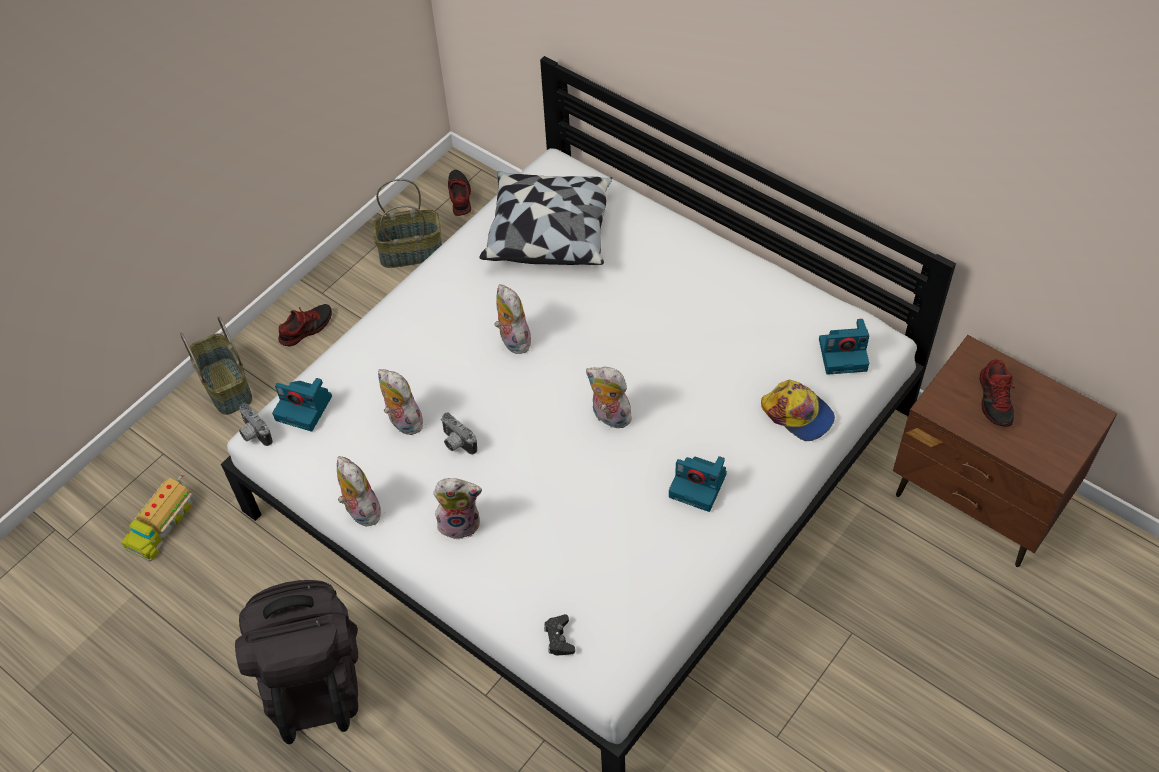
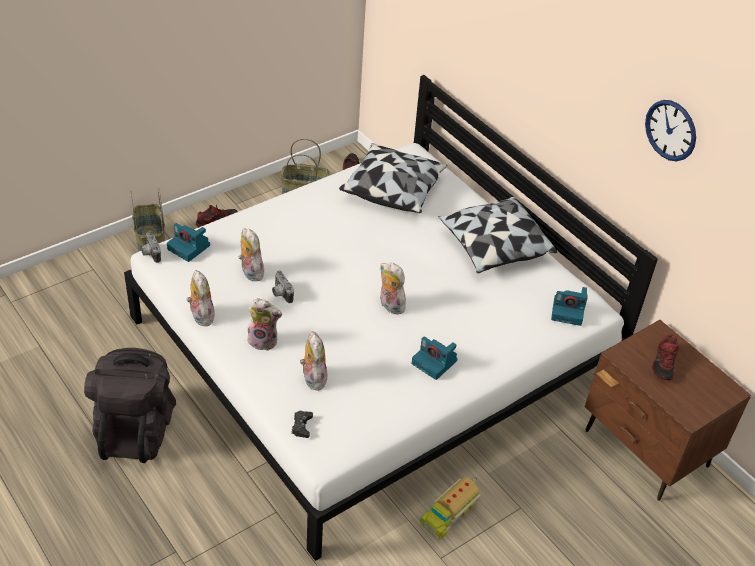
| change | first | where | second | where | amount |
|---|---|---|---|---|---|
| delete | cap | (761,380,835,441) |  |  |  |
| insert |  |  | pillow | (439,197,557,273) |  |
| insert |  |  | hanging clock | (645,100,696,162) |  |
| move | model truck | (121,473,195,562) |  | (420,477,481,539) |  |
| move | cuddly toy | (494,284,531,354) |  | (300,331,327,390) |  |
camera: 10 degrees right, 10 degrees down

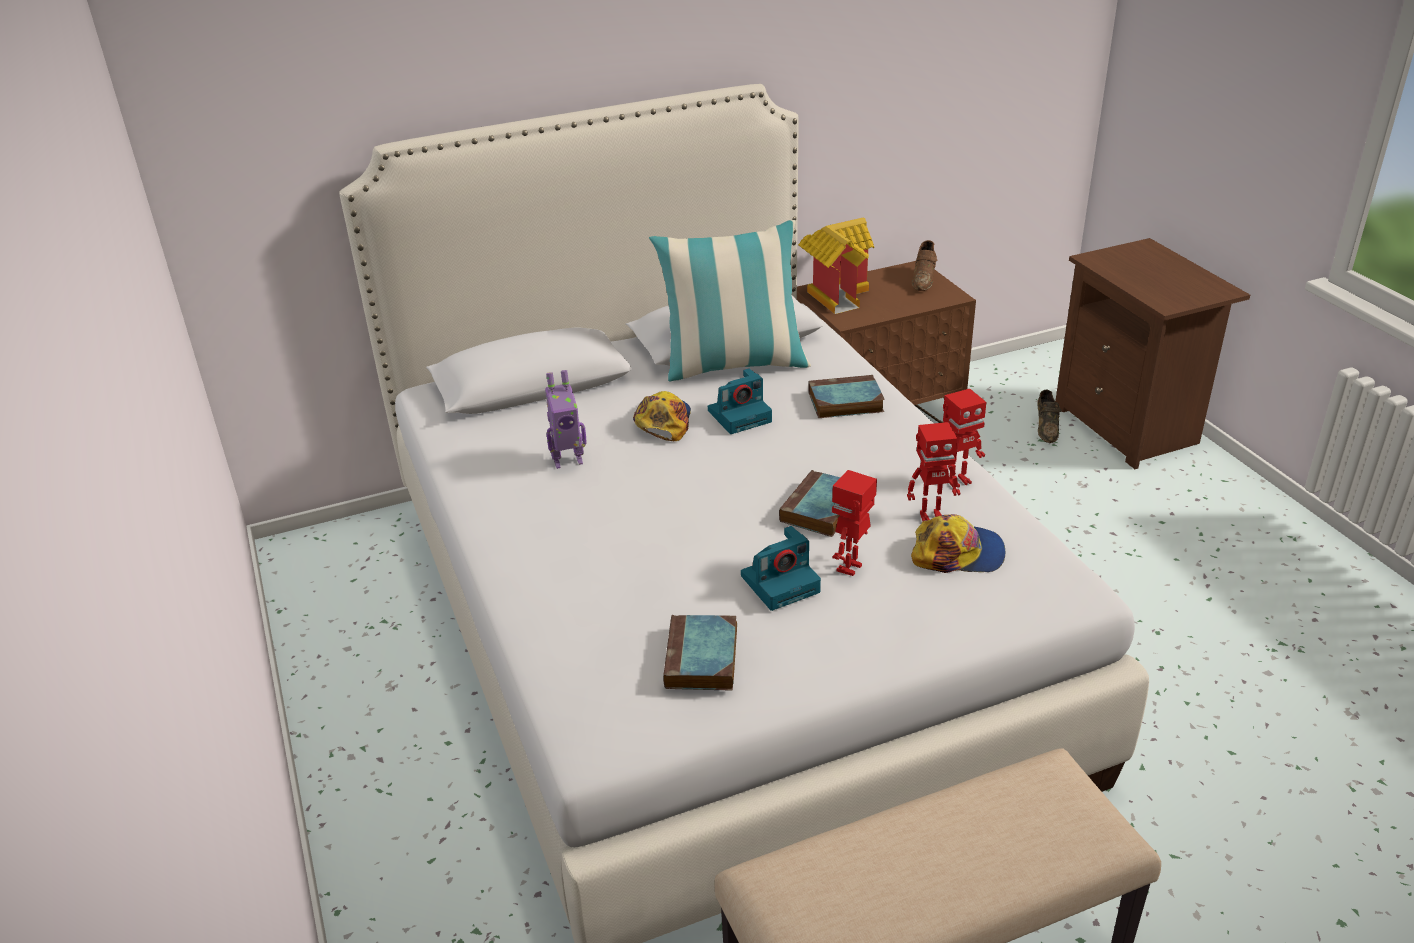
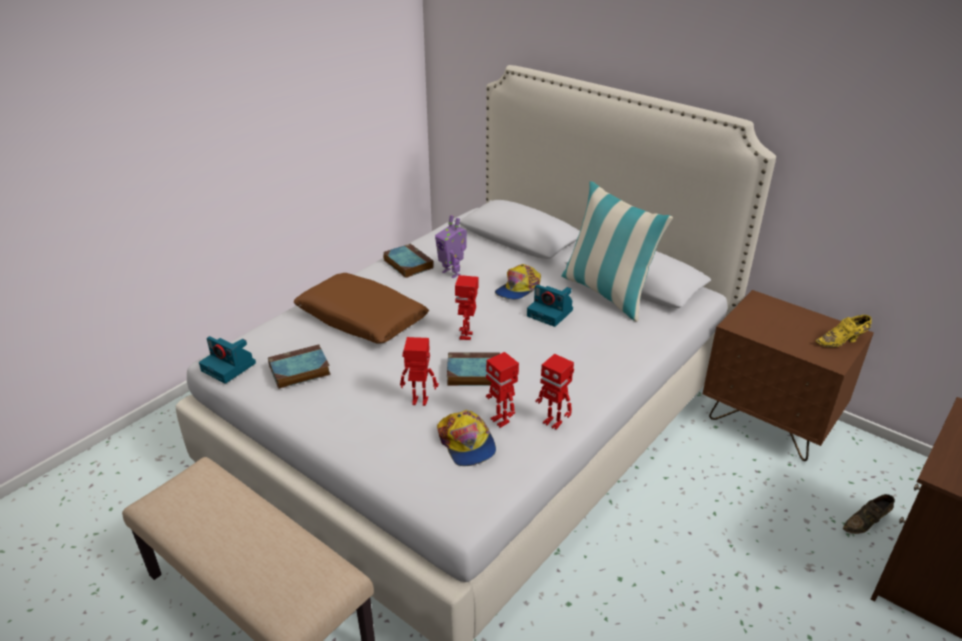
| change | first | where | second | where | amount |
|---|---|---|---|---|---|
| delete | toy house | (798,217,874,314) |  |  |  |
| insert |  |  | pillow (brown) | (294,273,429,343) |  |
| insert |  |  | robot figure | (455,275,478,340) |  |
| move | still camera | (741,526,821,611) |  | (199,336,256,384) |  |
| move | volume | (808,375,885,418) |  | (383,244,434,278) |  |
| recolor | shoe (brown) | (912,240,937,291) | shoe (yellow) | (815,315,872,348) |  |
| rotate | cap | (633,391,691,441) |  | (495,264,541,299) | 150 degrees clockwise |
camera: 60 degrees right, 0 degrees up

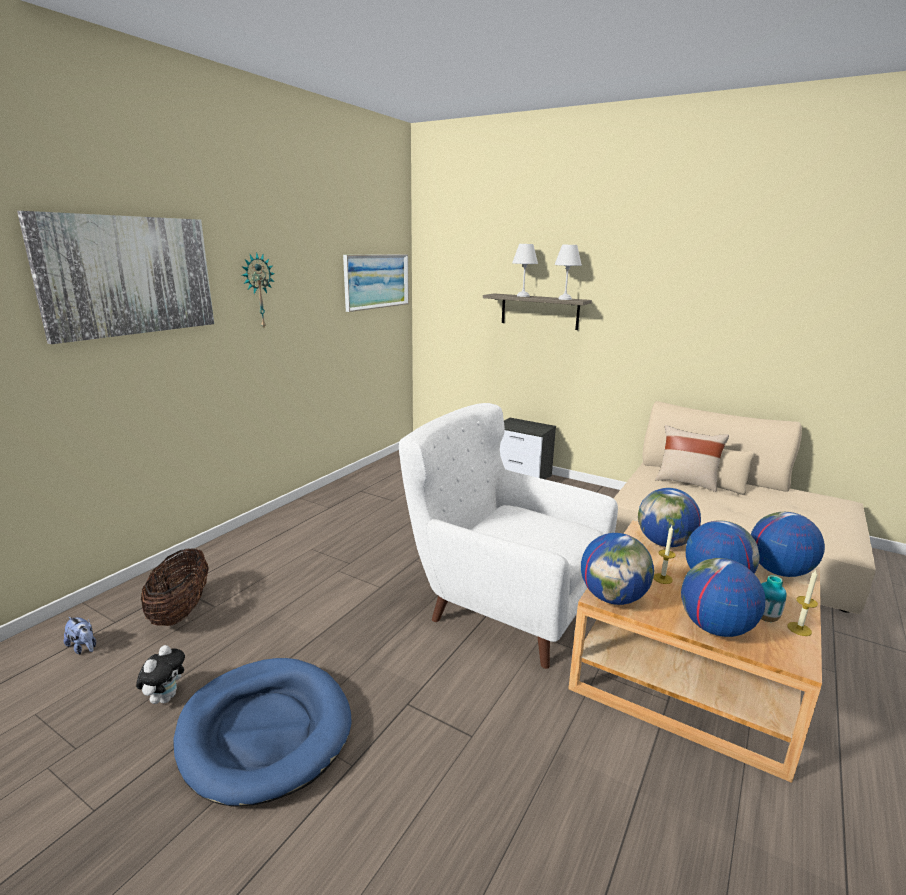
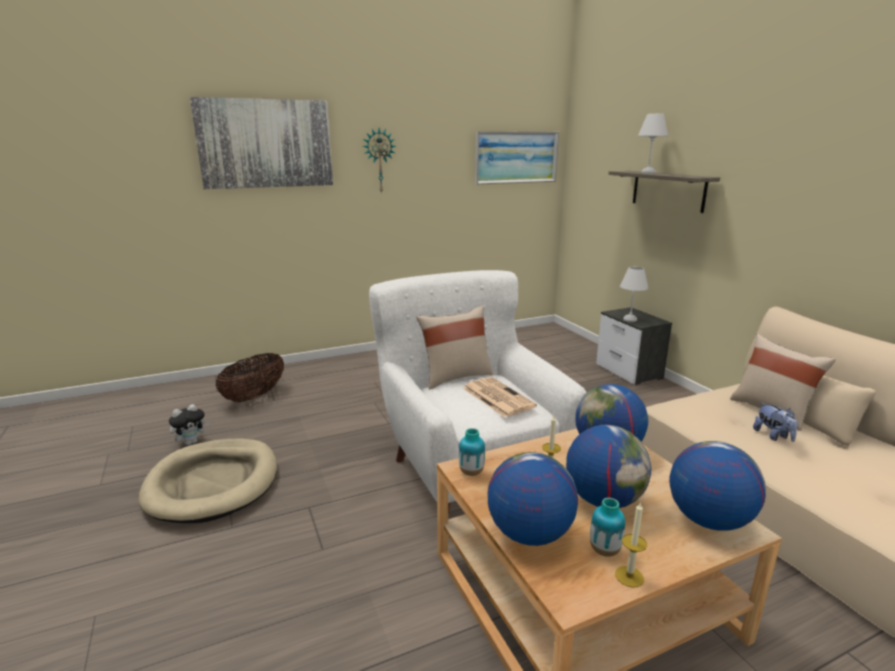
| change | first | where | second | where | amount |
|---|---|---|---|---|---|
| insert |  |  | pillow (sand-coloured) | (416,305,493,389) |  |
| insert |  |  | daily paper | (463,377,537,417) |  |
| move | cuddly toy | (64,617,96,654) |  | (753,403,798,442) |  |
| move | lamp for a table (white) | (554,245,582,300) |  | (620,267,649,322) |  |
| replace | desk globe | (581,533,654,605) | vase | (459,428,485,476) |  |
| recolor | dog bed (blue-coloured) | (173,658,352,807) | dog bed (sand-coloured) | (139,439,277,523) |  |
camera: 35 degrees right, 0 degrees up

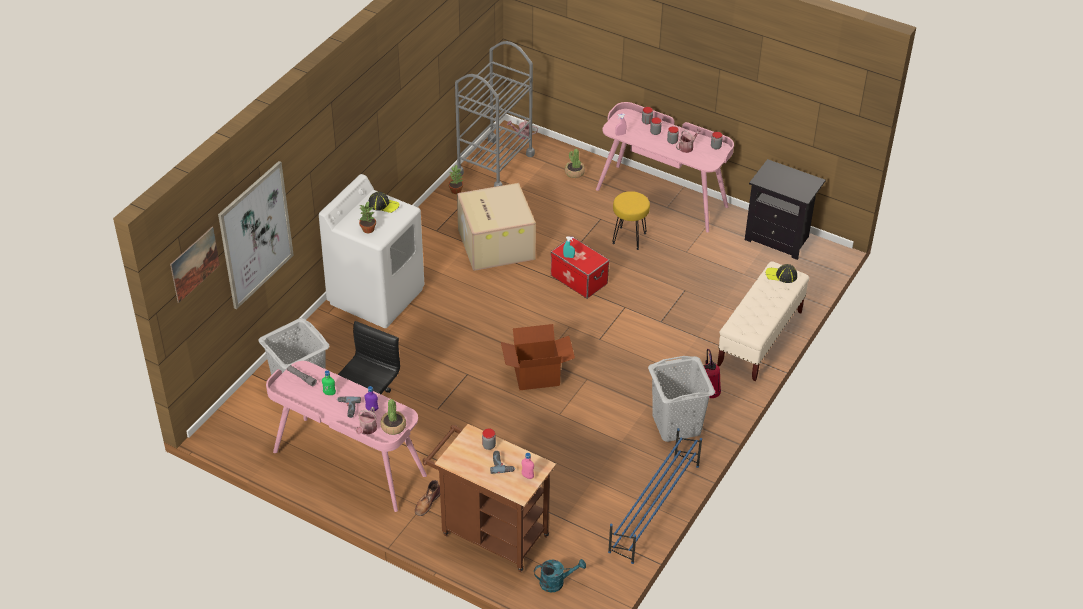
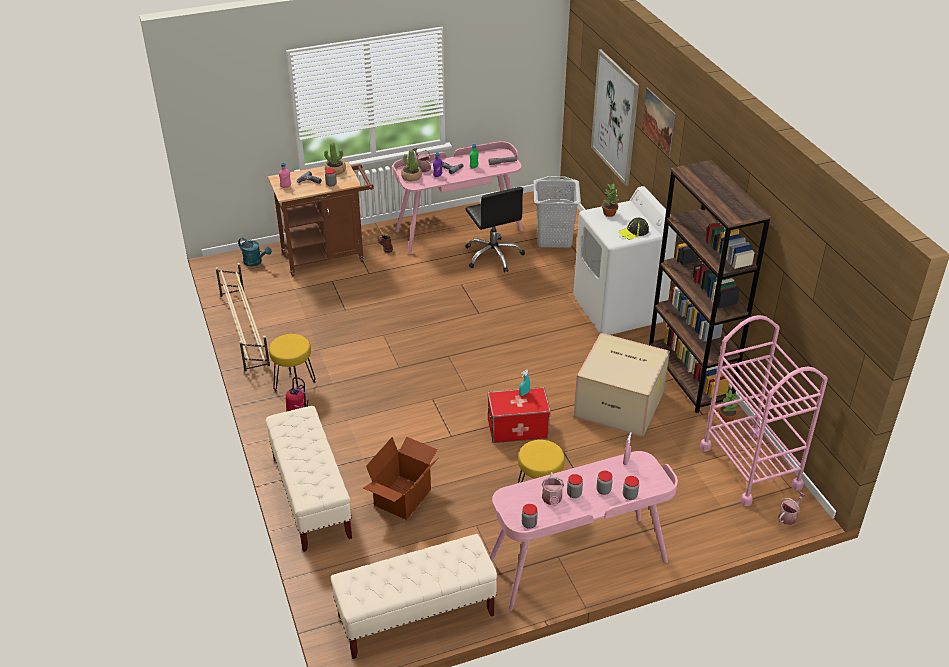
| change | first | where | second | where | amount |
|---|---|---|---|---|---|
| delete | cap | (766,264,797,283) |  |  |  |
| insert |  |  | bookcase (brown) | (649,160,771,413) |  |
| move | wall picture | (170,227,220,303) |  | (642,88,676,157) |  |
| move | packing box | (501,324,575,390) |  | (364,437,438,520) |  |
| move | potted plant | (565,149,585,178) |  | (324,143,346,175) |  |
| replace | laundry basket (greyish) | (648,356,715,442) | sitting stool (yellow) | (269,334,316,392) |  |
| replace | nightstand (blackish) | (745,159,826,260) | indoor bench (sand-coloured) | (331,534,497,659) |  |
| recolor | cart (greyish) | (455,41,535,187) | cart (pinkish) | (700,315,828,506) |  |
| recolor | shoe shelf (blue-coloured) | (608,428,702,564) | shoe shelf (sand-coloured) | (216,263,271,373) |  |
| rotate | watering can (blue-green) | (534,559,586,593) |  | (238,238,272,266) | 90 degrees counterclockwise |
camera: 130 degrees right, 5 degrees down

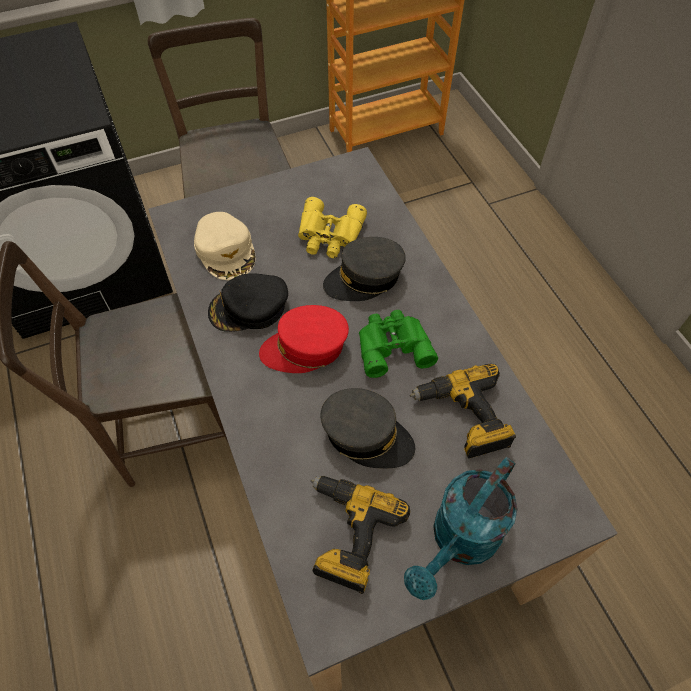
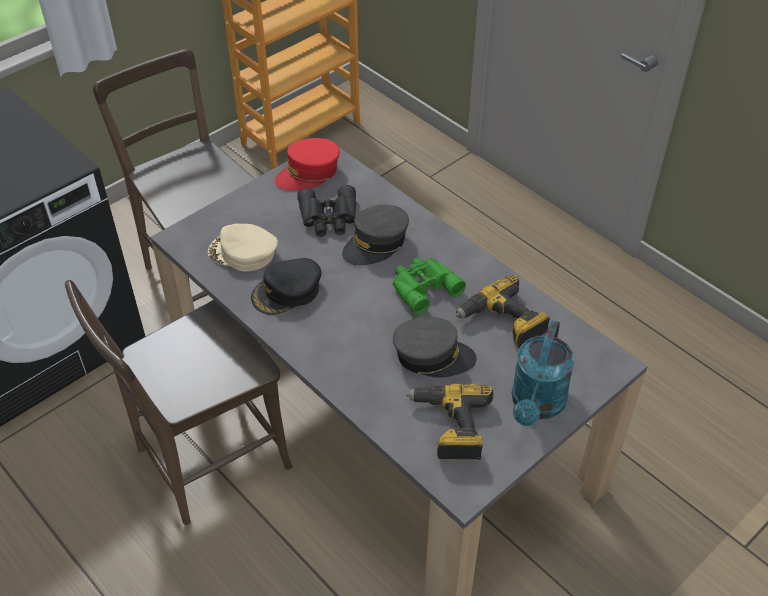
| change | first | where | second | where | amount |
|---|---|---|---|---|---|
| move | cap (red-coloured) | (259,305,349,373) |  | (275,138,340,191) |  |
| recolor | field glasses (yellow) | (298,197,367,258) | field glasses (blackish) | (297,185,357,237) |  |
| rotate | cap (sand-coloured) | (194,212,255,280) |  | (208,224,278,271) | 150 degrees clockwise |
camera: 20 degrees left, 10 degrees down

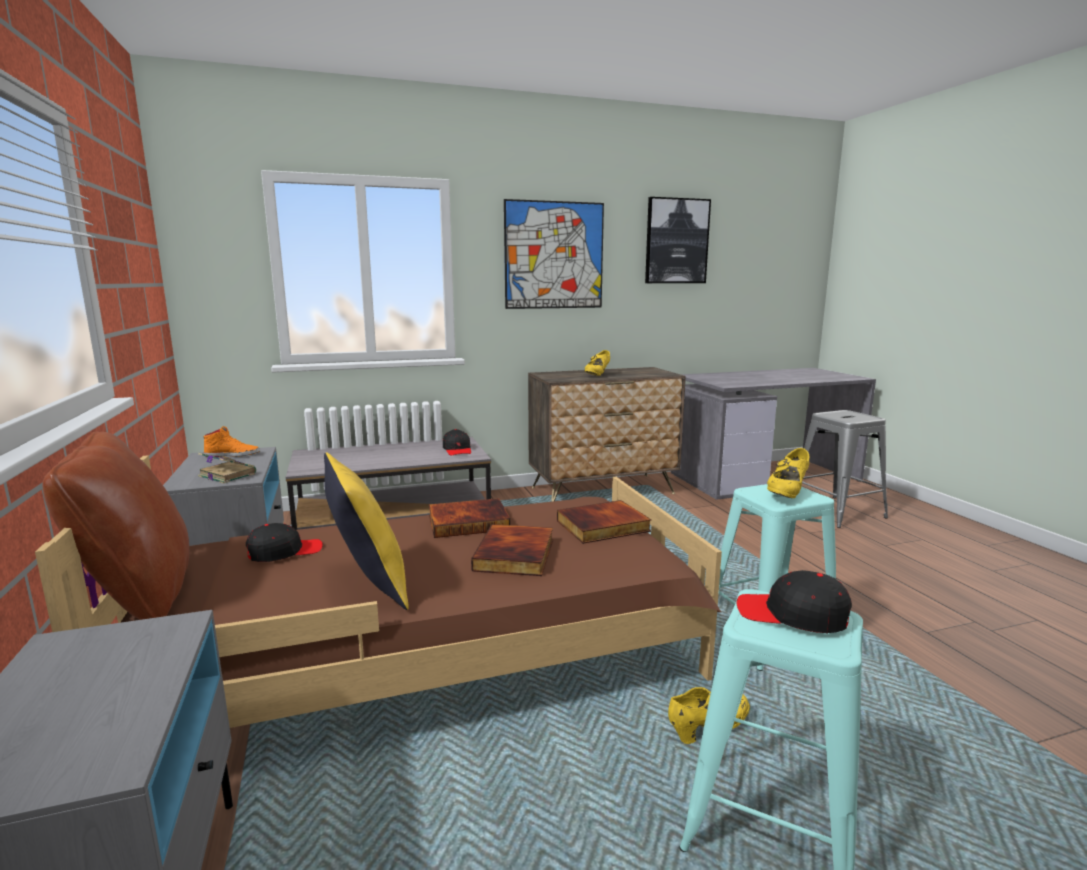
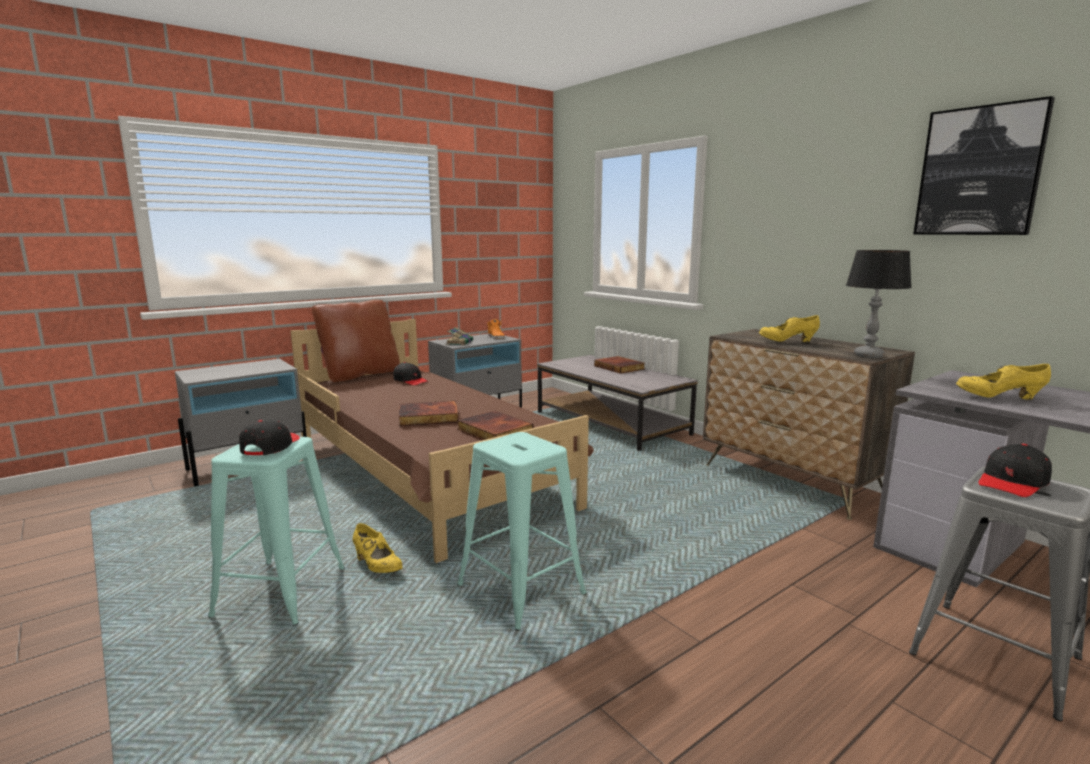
| change | first | where | second | where | amount |
|---|---|---|---|---|---|
| delete | pillow (yellow) | (324,452,409,610) |  |  |  |
| delete | wall picture | (504,199,604,309) |  |  |  |
| insert |  |  | lamp for a table | (846,250,912,358) |  |
| move | volume | (429,498,510,538) |  | (594,356,645,374) |  |
| move | cap (blackish) | (443,429,471,456) |  | (978,444,1052,497) |  |
| move | shoe (yellow) | (767,448,809,498) |  | (956,364,1051,400) |  |
camera: 70 degrees right, 0 degrees up

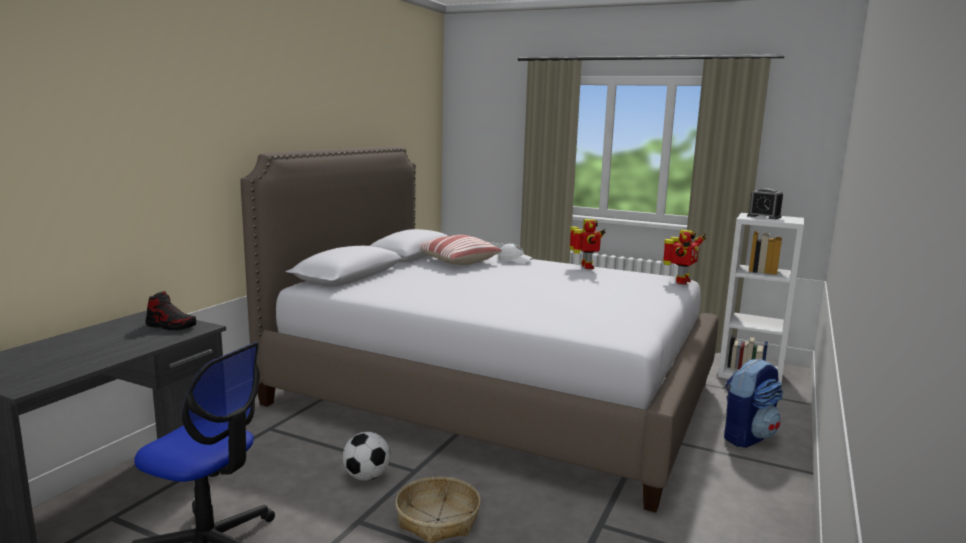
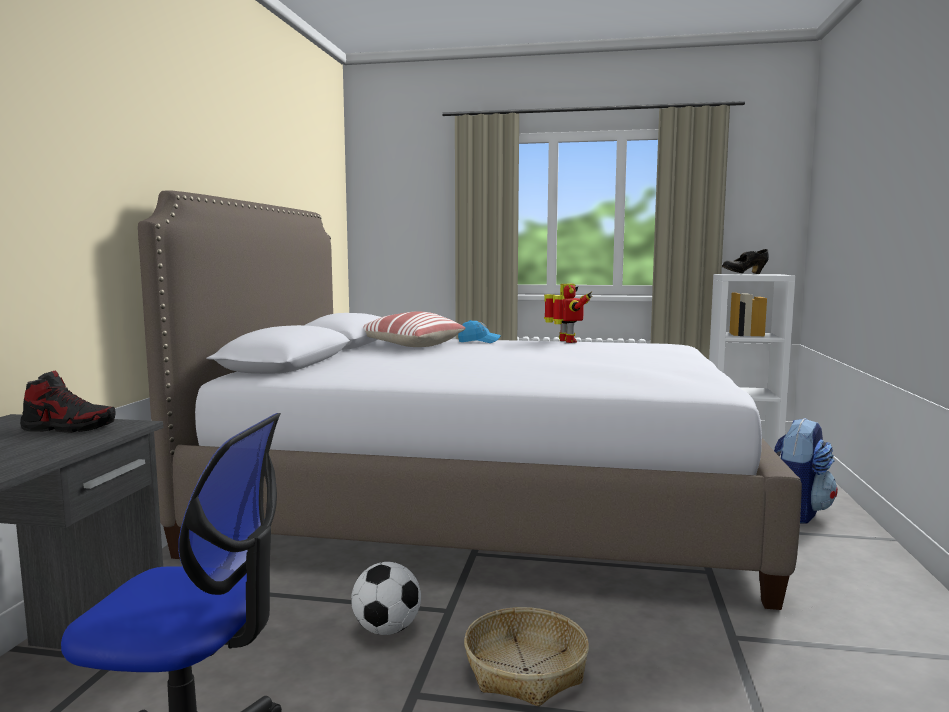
| change | first | where | second | where | amount |
|---|---|---|---|---|---|
| delete | robot figure | (663,230,706,285) |  |  |  |
| replace | alarm clock | (747,188,783,219) | shoe (blackish) | (722,249,769,274) |  |
| recolor | cap (white) | (499,243,533,264) | cap (blue-coloured) | (458,320,501,343) |  |
camera: 15 degrees left, 5 degrees down

